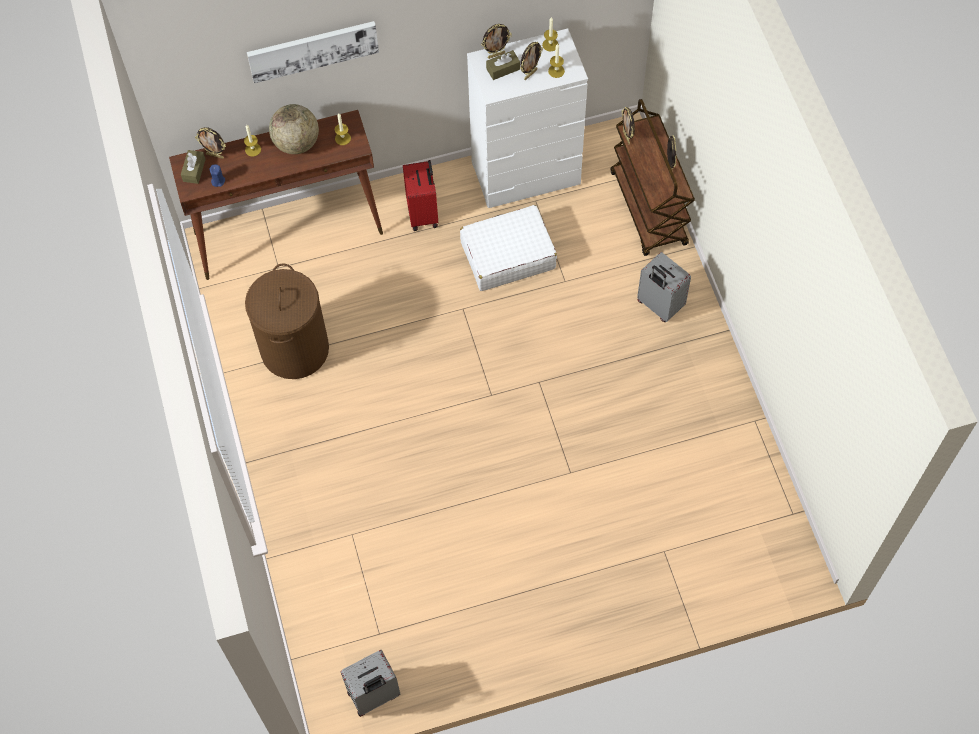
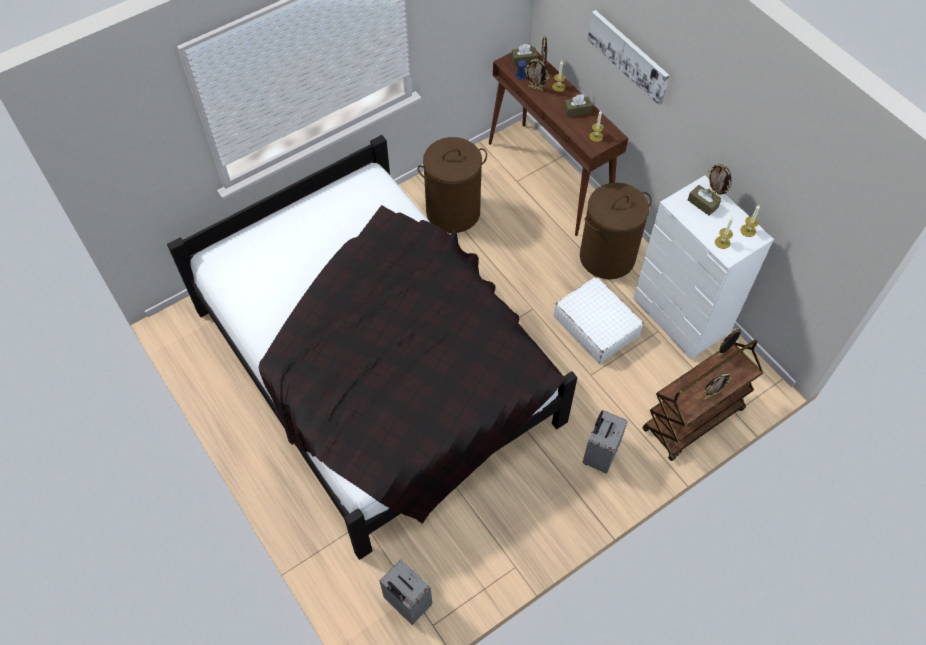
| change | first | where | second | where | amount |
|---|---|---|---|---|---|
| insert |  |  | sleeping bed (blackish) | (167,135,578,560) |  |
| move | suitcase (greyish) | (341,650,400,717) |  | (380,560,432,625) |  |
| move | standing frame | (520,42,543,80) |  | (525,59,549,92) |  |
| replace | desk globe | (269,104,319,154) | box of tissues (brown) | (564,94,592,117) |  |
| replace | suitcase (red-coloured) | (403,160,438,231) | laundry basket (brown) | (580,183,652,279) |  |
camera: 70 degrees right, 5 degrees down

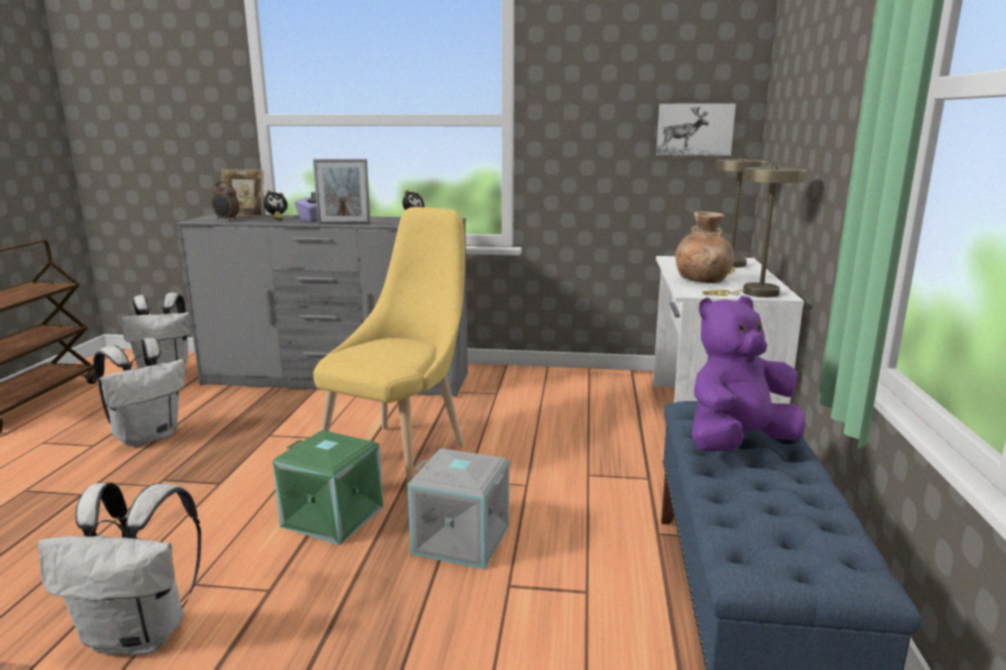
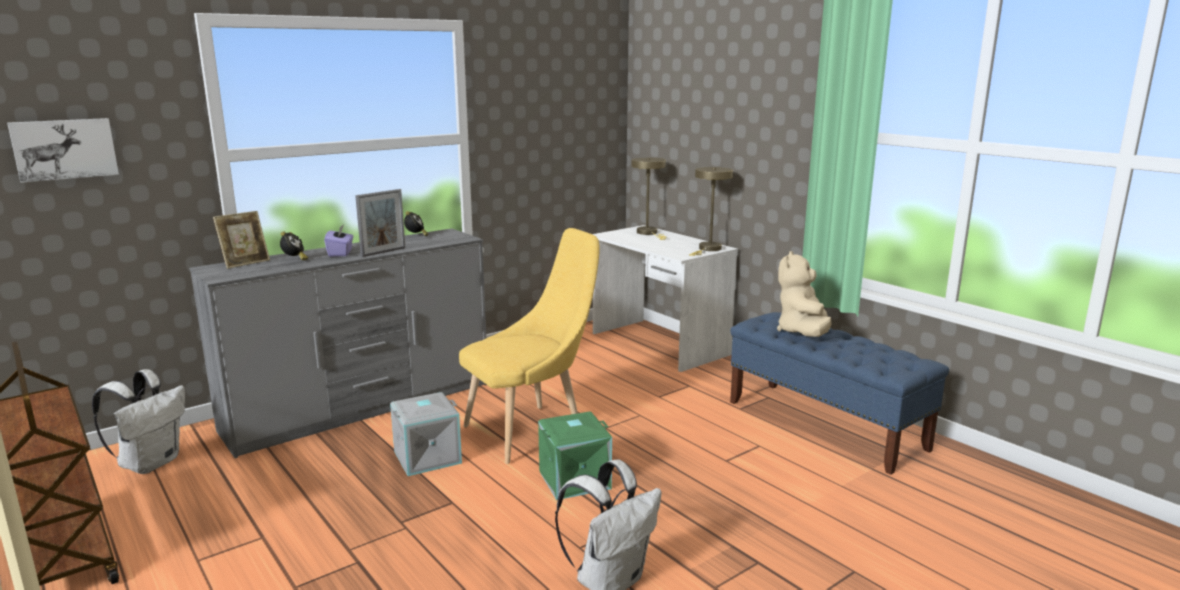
| change | first | where | second | where | amount |
|---|---|---|---|---|---|
| delete | rucksack (white) | (93,338,185,447) |  |  |  |
| delete | alarm clock | (211,181,239,221) |  |  |  |
| delete | vase (brown) | (676,211,734,283) |  |  |  |
| move | storage box (greyish) | (407,448,509,569) |  | (390,392,462,476) |  |
| move | wall picture | (656,103,736,156) |  | (7,118,119,183) |  |
| recolor | cuddly toy (purplish) | (692,296,805,452) | cuddly toy (sand-coloured) | (777,251,832,337) |  |
| rotate | chair (yellow) | (313,207,465,484) |  | (459,228,600,464) | 75 degrees clockwise |
camera: 45 degrees left, 0 degrees up

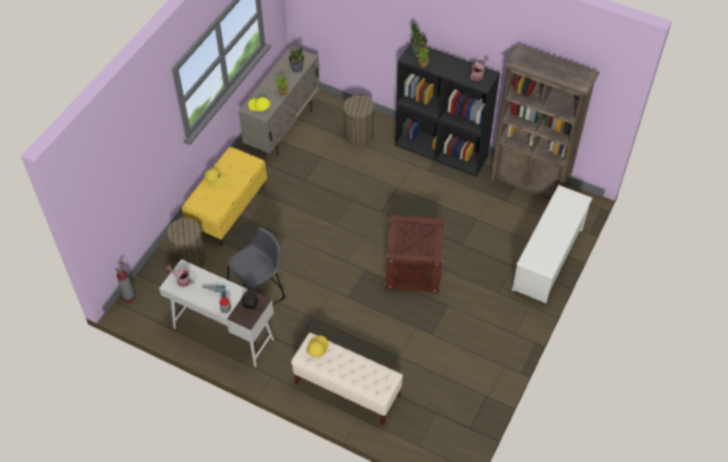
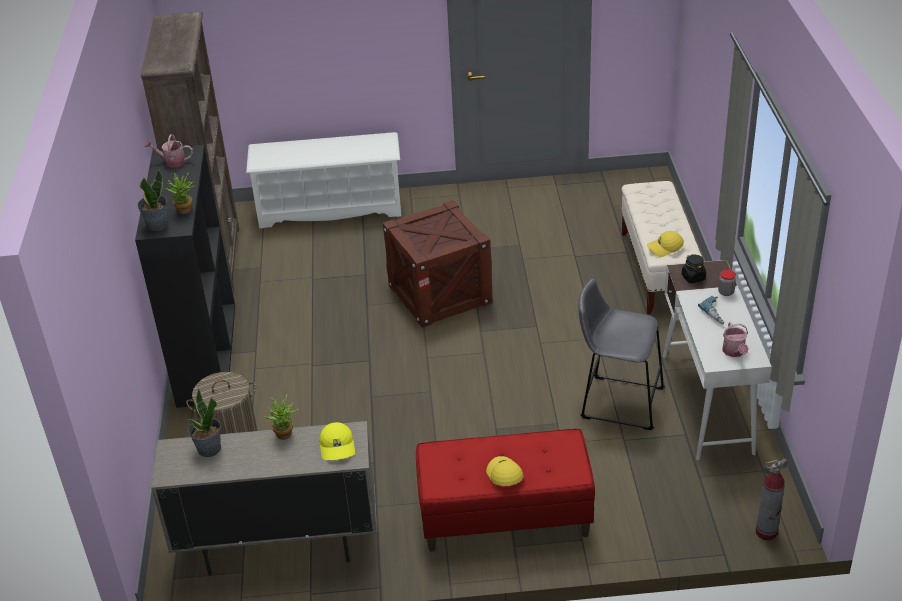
| change | first | where | second | where | amount |
|---|---|---|---|---|---|
| delete | laundry basket | (167,216,206,268) |  |  |  |
| recolor | indoor bench (yellow) | (182,147,267,245) | indoor bench (red-coloured) | (416,429,595,552) |  |
camera: 120 degrees left, 15 degrees down

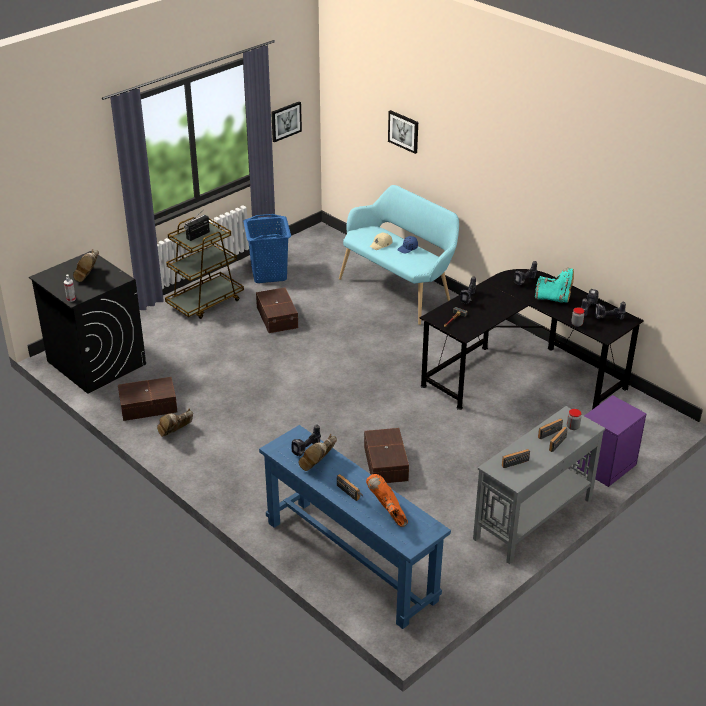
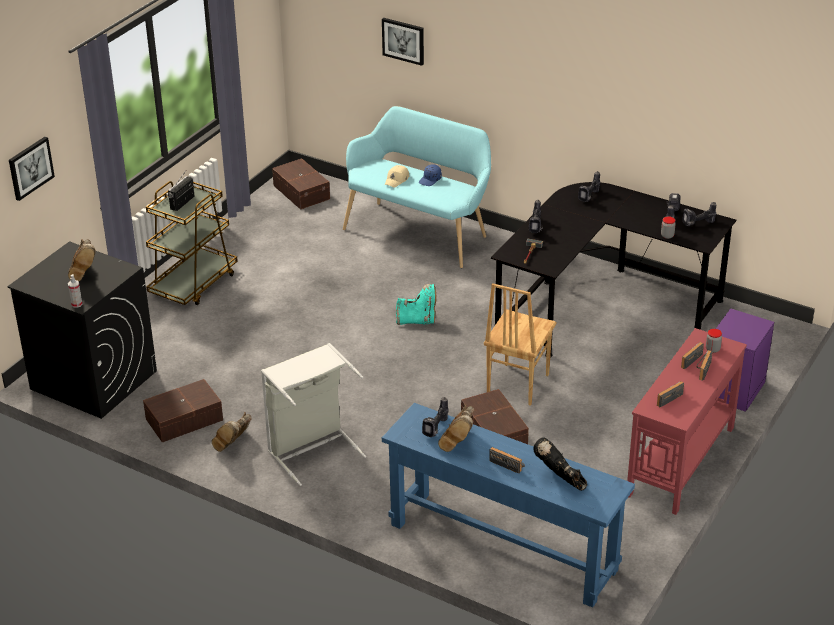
| change | first | where | second | where | amount |
|---|---|---|---|---|---|
| delete | laundry basket (blue-coloured) | (243,214,291,283) |  |  |  |
| insert |  |  | laundry basket (greyish) | (261,343,366,486) |  |
| insert |  |  | chair (brown) | (484,283,556,406) |  |
| move | storage box (brown) | (256,288,298,333) |  | (272,158,330,210) |  |
| move | wall picture | (271,101,302,142) |  | (9,137,55,201) |  |
| move | high-top boot (blue-green) | (535,268,574,303) |  | (396,284,437,325) |  |
| recolor | high-top boot (orange-coloured) | (366,474,408,527) | high-top boot (blackish) | (533,437,587,491) |  |
| recolor | console table (greyish) | (473,406,605,564) | console table (red-coloured) | (627,328,747,515) |  |
camera: 15 degrees left, 0 degrees up

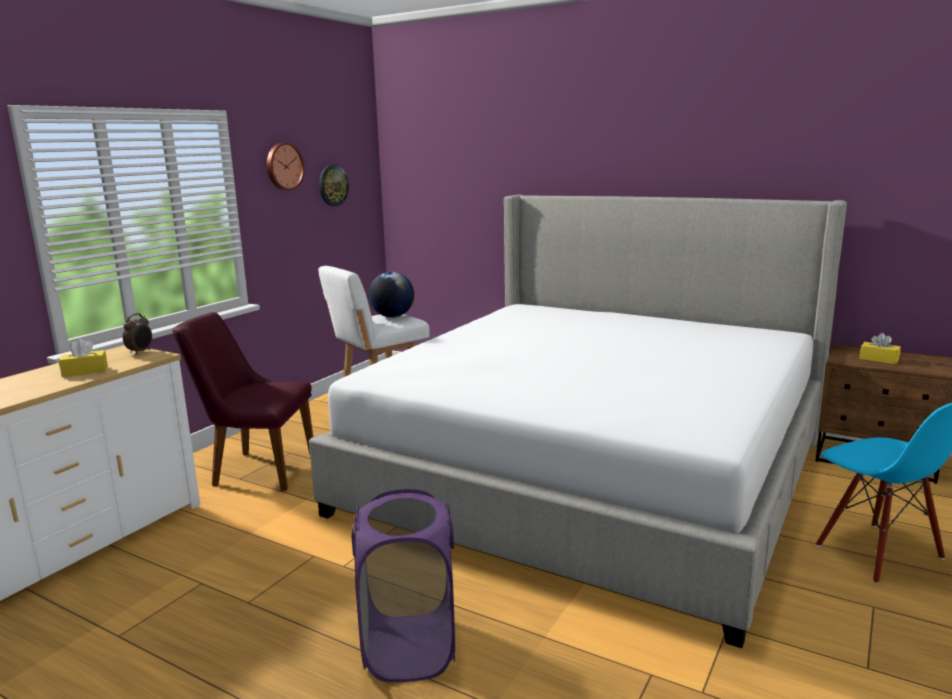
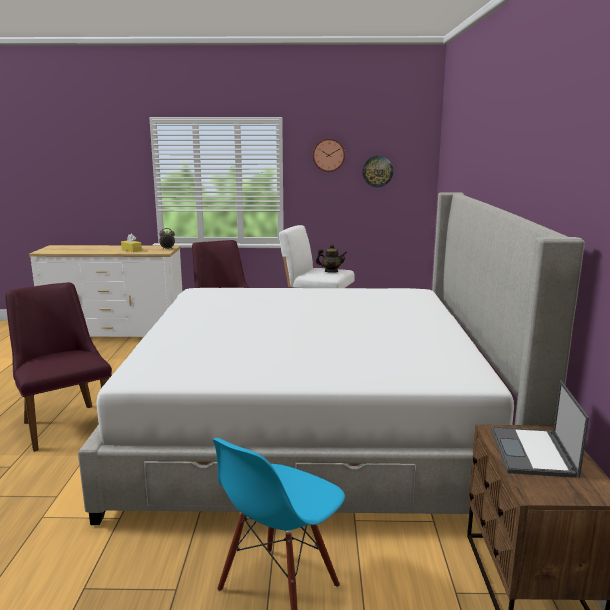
| change | first | where | second | where | amount |
|---|---|---|---|---|---|
| replace | laundry basket (purplish) | (352,489,455,682) | chair (purplish) | (5,282,112,452) |  |
| replace | desk globe | (369,272,414,318) | tea pot | (316,244,347,273) |  |
| replace | box of tissues (yellow) | (860,333,901,364) | portable computer | (491,380,589,478) |  |
camera: 60 degrees right, 0 degrees up

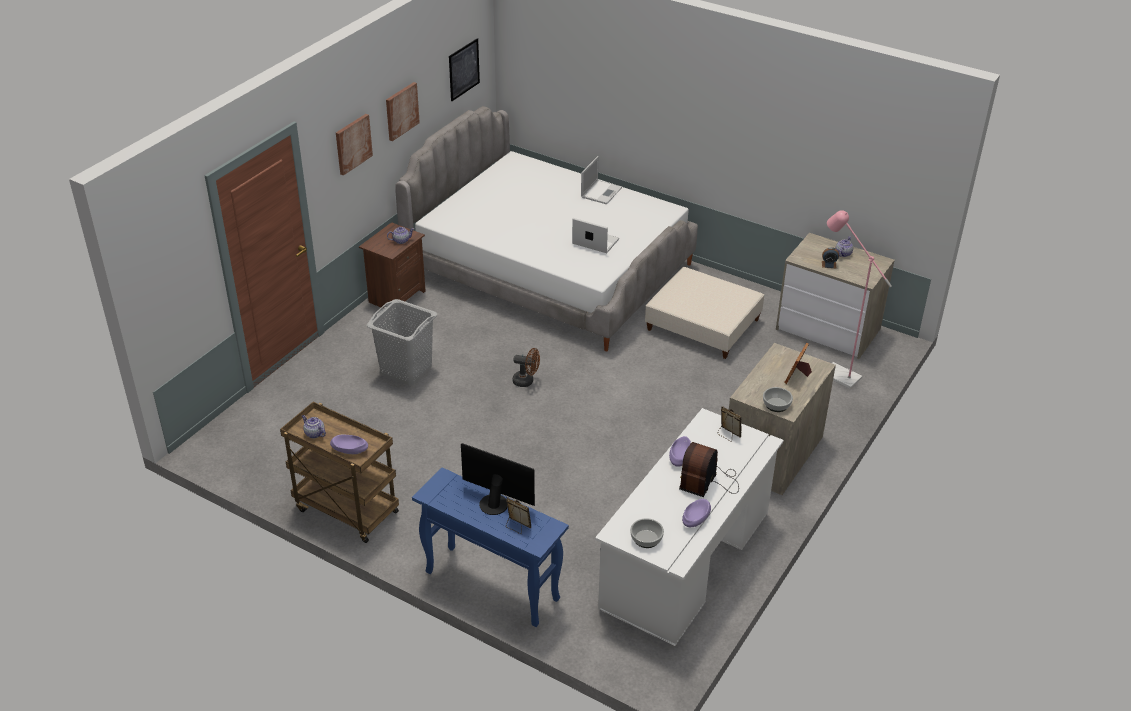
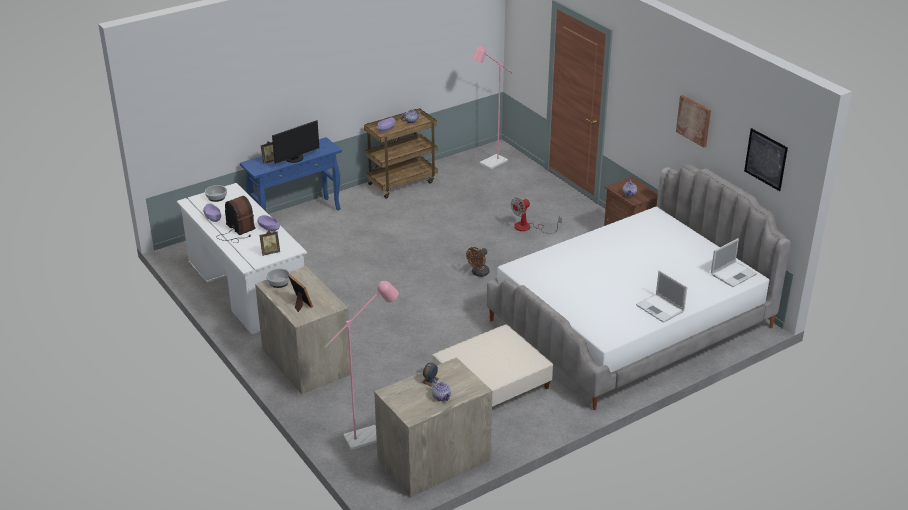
| change | first | where | second | where | amount |
|---|---|---|---|---|---|
| delete | wall picture | (336,114,373,175) |  |  |  |
| insert |  |  | standard lamp (pinkish) | (472,45,513,169) |  |
| move | portable computer | (572,218,619,253) |  | (711,238,757,287) |  |
| replace | laundry basket (greyish) | (366,299,437,386) | fan | (511,197,562,234) |  |
camera: 115 degrees right, 5 degrees down

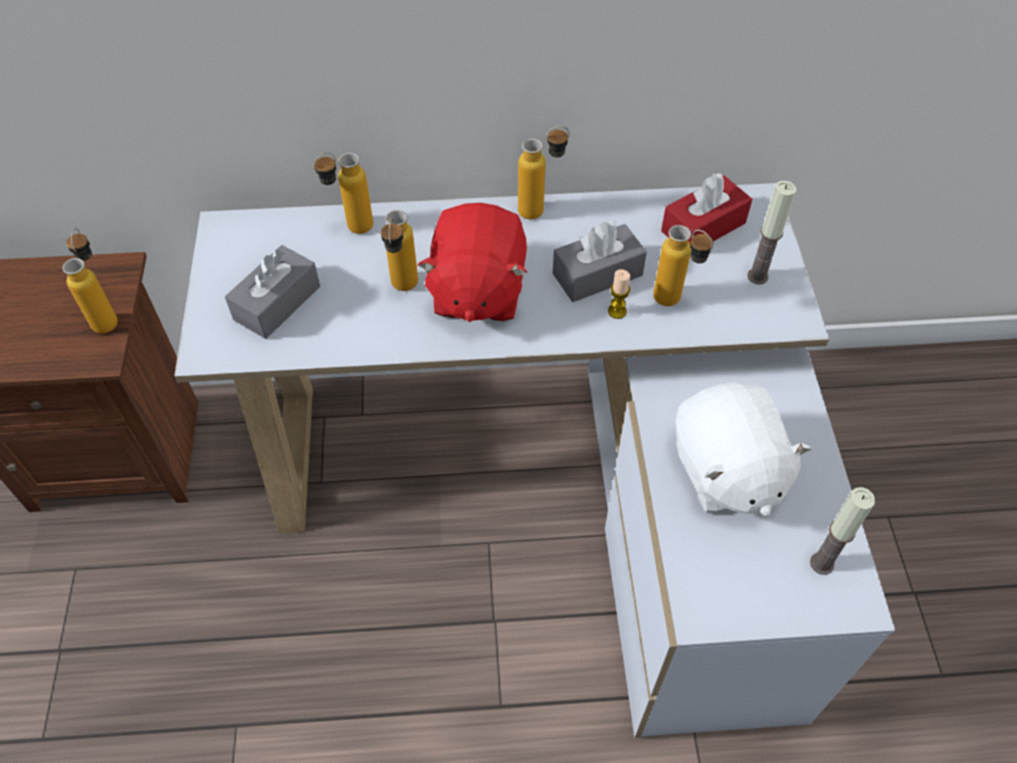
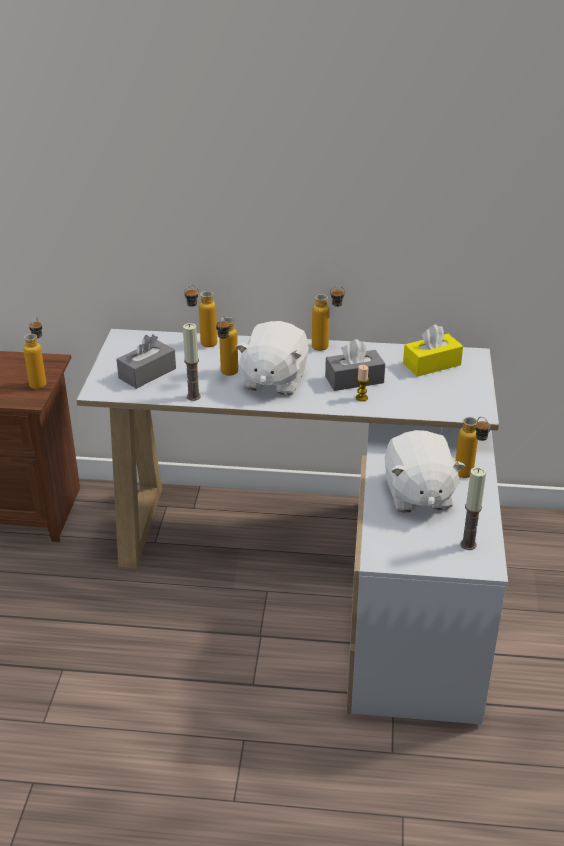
| change | first | where | second | where | amount |
|---|---|---|---|---|---|
| move | bottle | (653,225,714,306) |  | (455,417,491,478) |  |
| move | candle | (747,181,796,284) |  | (183,323,201,401) |  |
| recolor | cuddly toy (red-coloured) | (418,203,527,322) | cuddly toy (white) | (236,321,309,395) |  |
| recolor | box of tissues (red-coloured) | (661,173,752,244) | box of tissues (yellow) | (403,324,463,377) |  |
camera: 10 degrees right, 20 degrees down

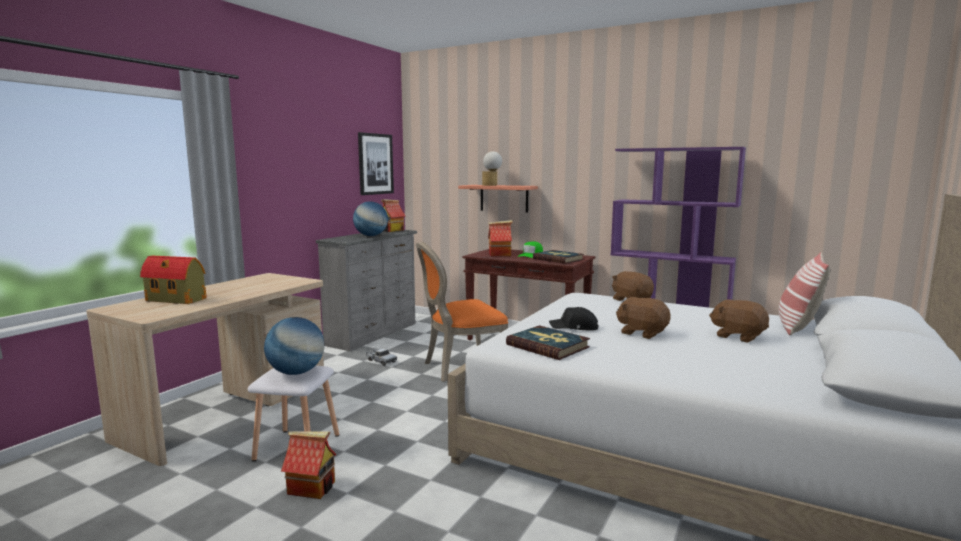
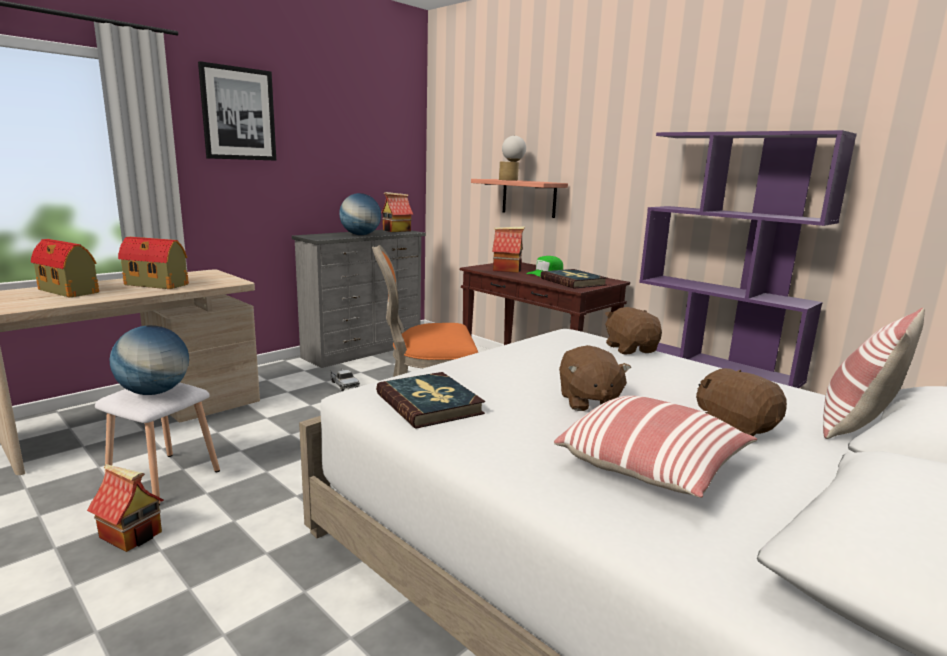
| change | first | where | second | where | amount |
|---|---|---|---|---|---|
| delete | cap (blackish) | (549,307,599,331) |  |  |  |
| insert |  |  | toy house | (118,237,189,289) |  |
| insert |  |  | pillow | (554,395,757,498) |  |
| move | wall picture | (358,132,394,195) |  | (198,61,276,161) |  |
| rotate | cuddly toy (brown) | (616,297,671,339) |  | (559,345,631,411) | 150 degrees counterclockwise |
camera: 15 degrees right, 5 degrees up

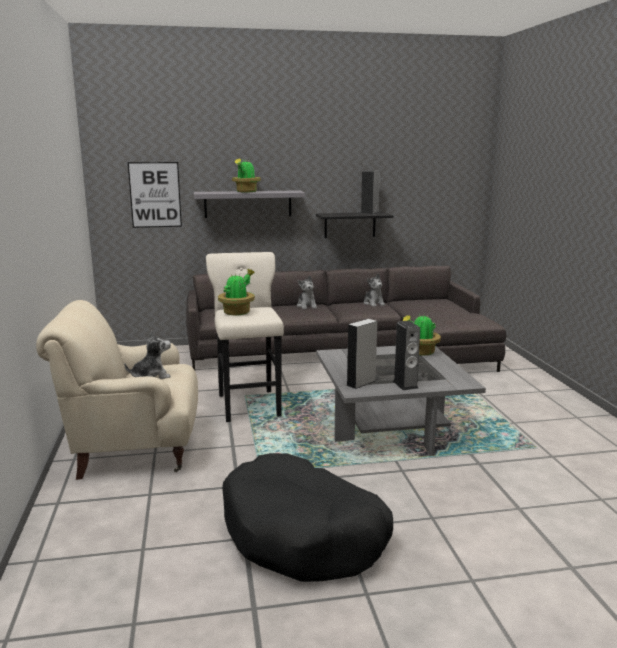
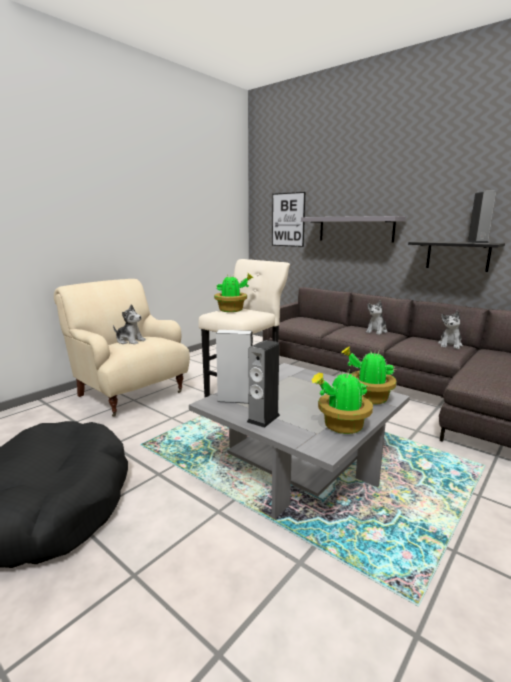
| change | first | where | second | where | amount |
|---|---|---|---|---|---|
| move | potted plant | (232,159,261,192) |  | (312,372,373,434) |  |
camera: 50 degrees right, 0 degrees up

